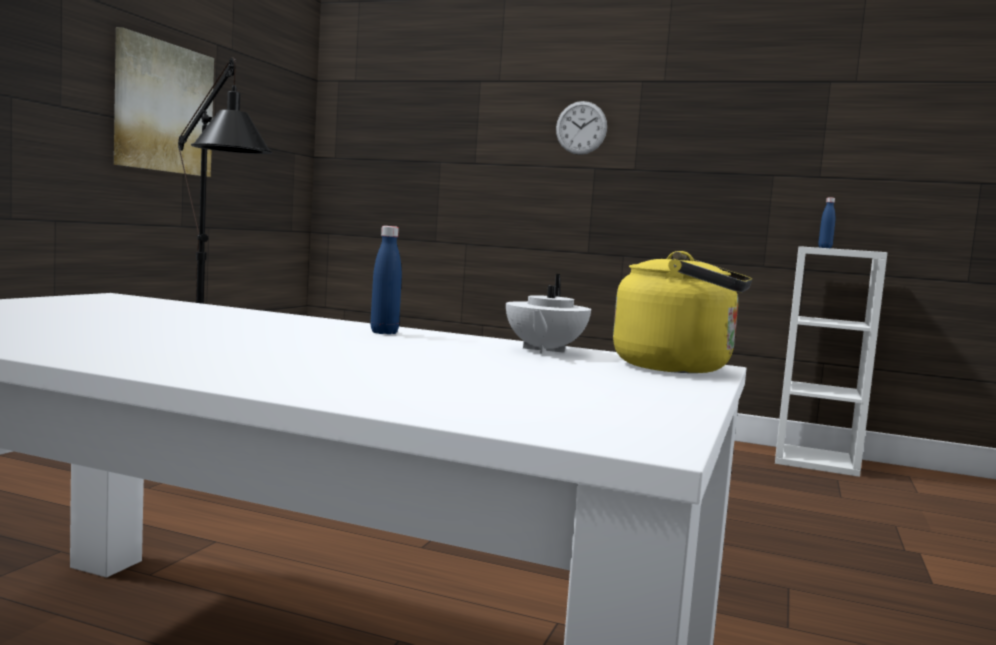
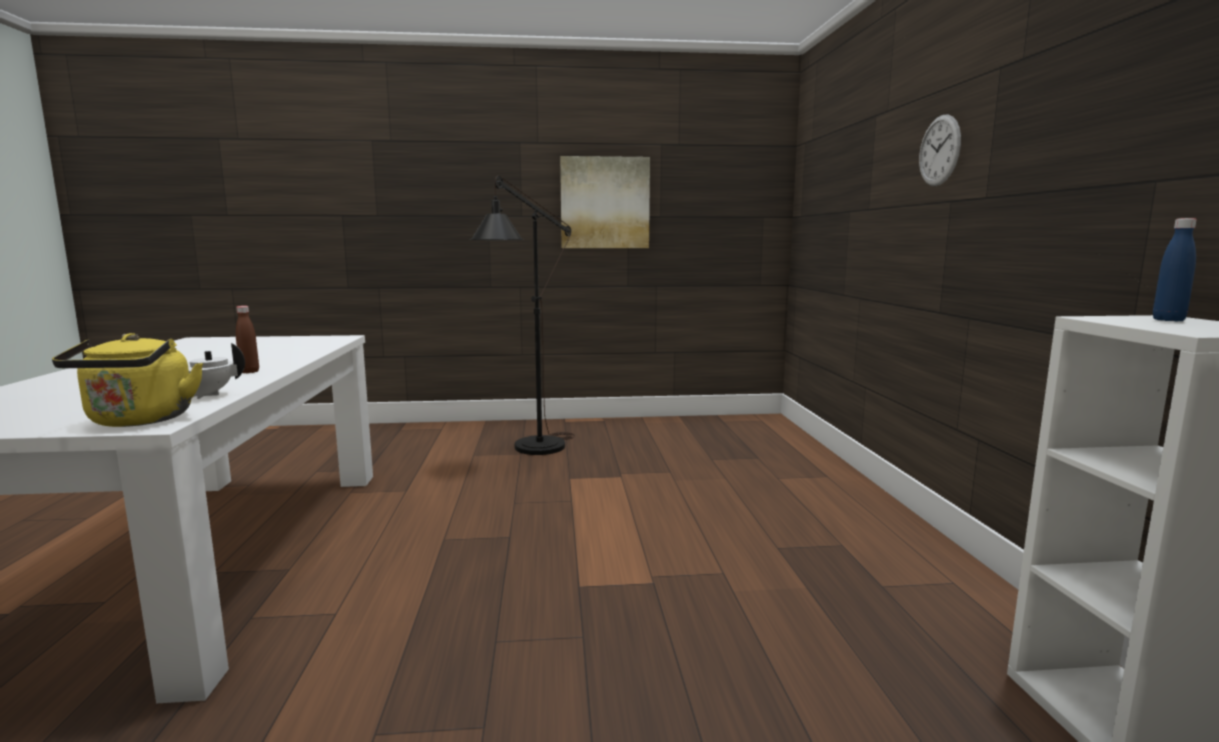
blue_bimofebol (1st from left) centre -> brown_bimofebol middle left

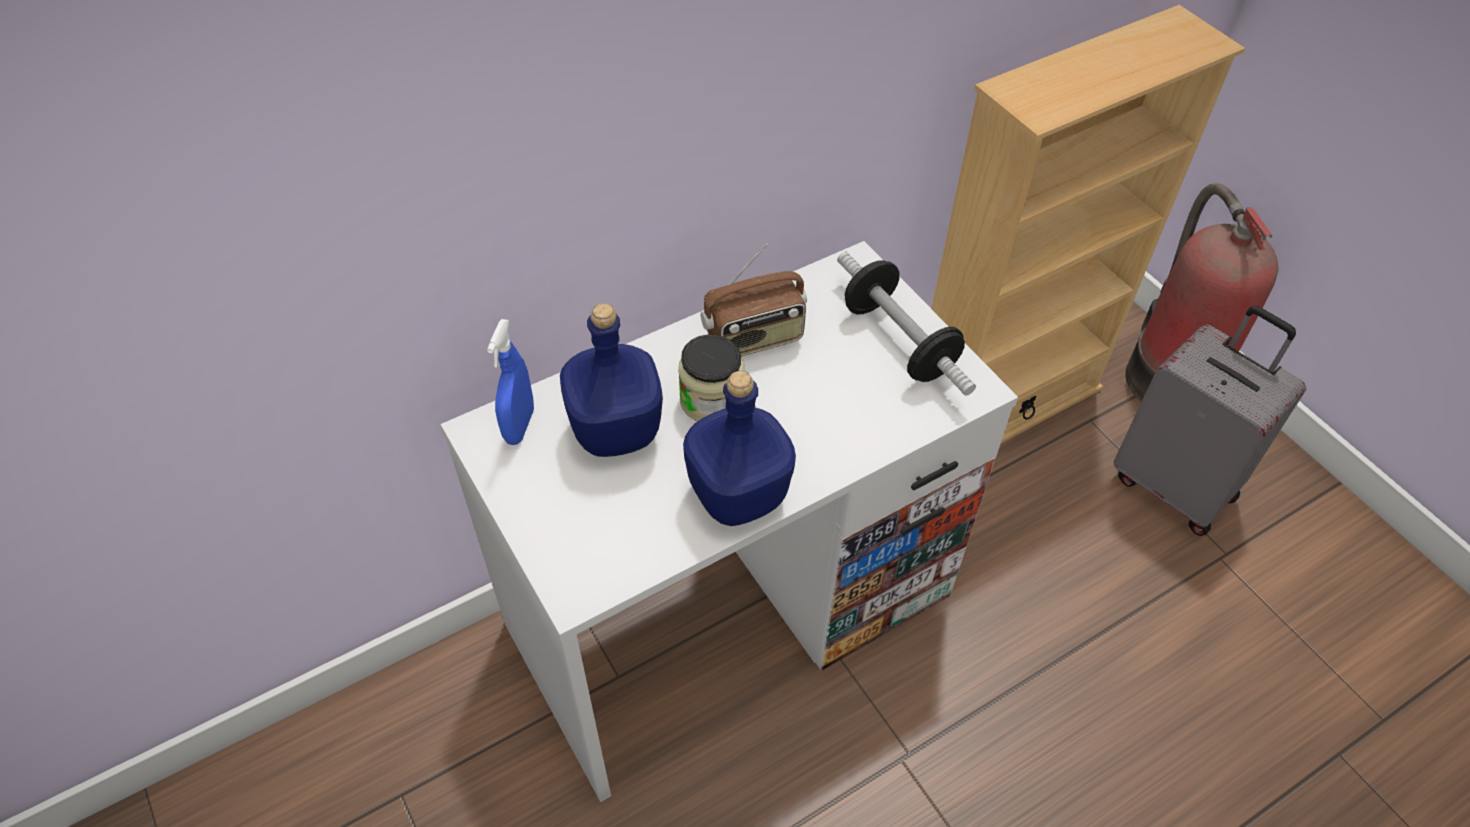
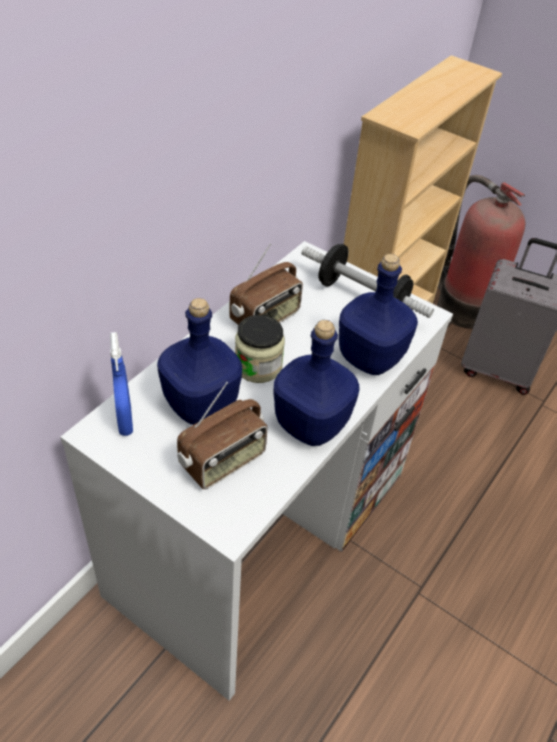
none -> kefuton (1st from left) centre
none -> blue_bimofebol (3rd from left) middle right

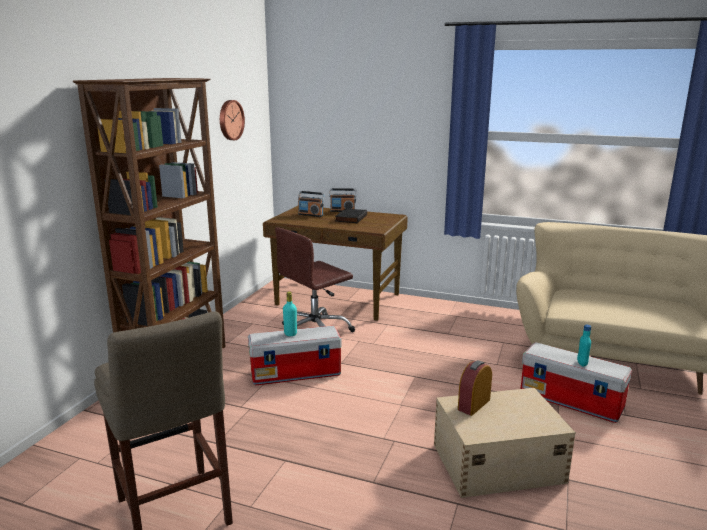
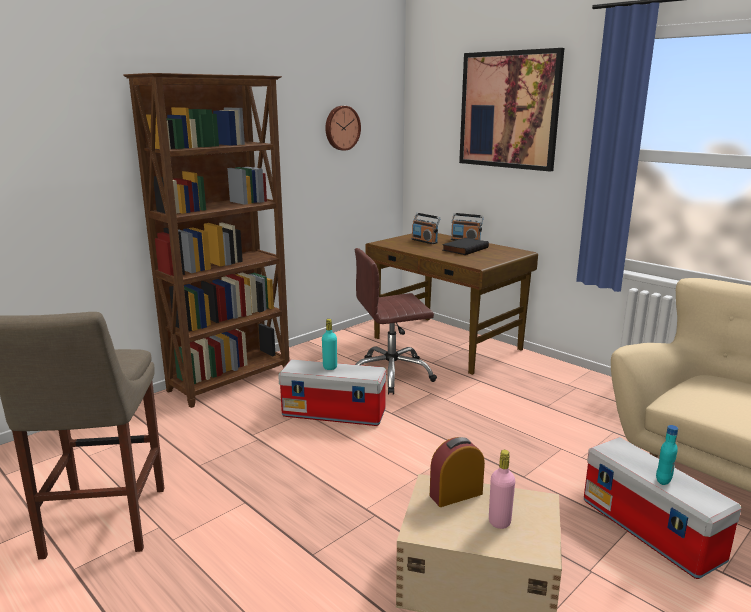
none -> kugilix top right
none -> pink_bimofebol bottom right

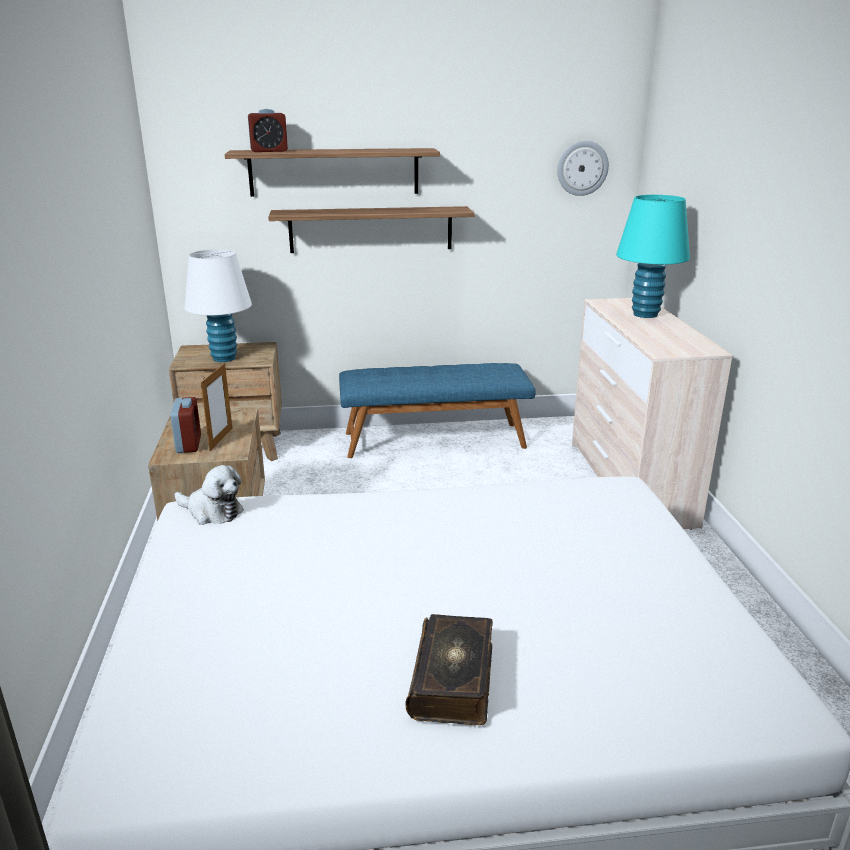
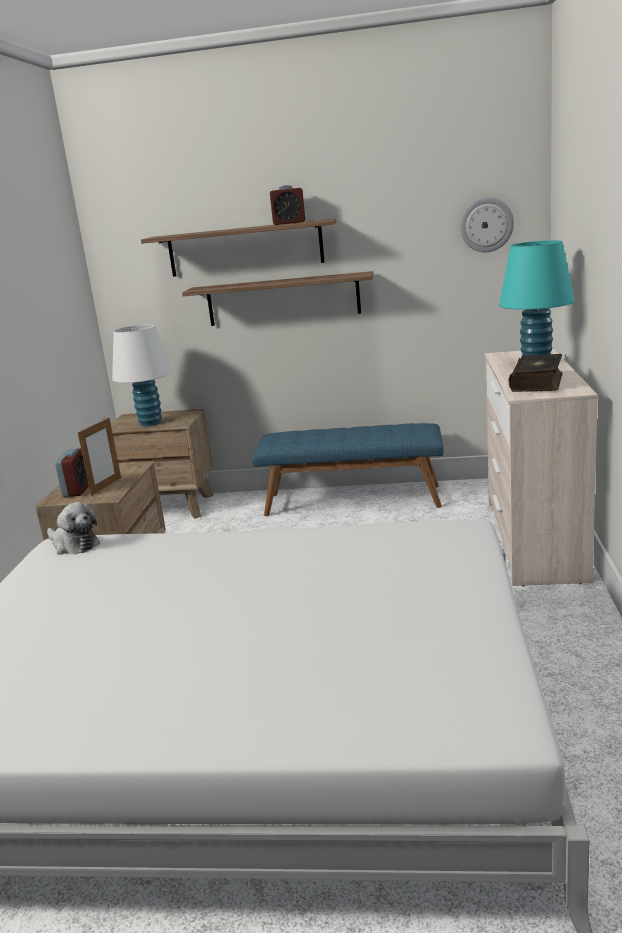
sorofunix (2nd from left) top left -> sorofunix (2nd from left) top centre, move
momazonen bottom centre -> momazonen middle right, move

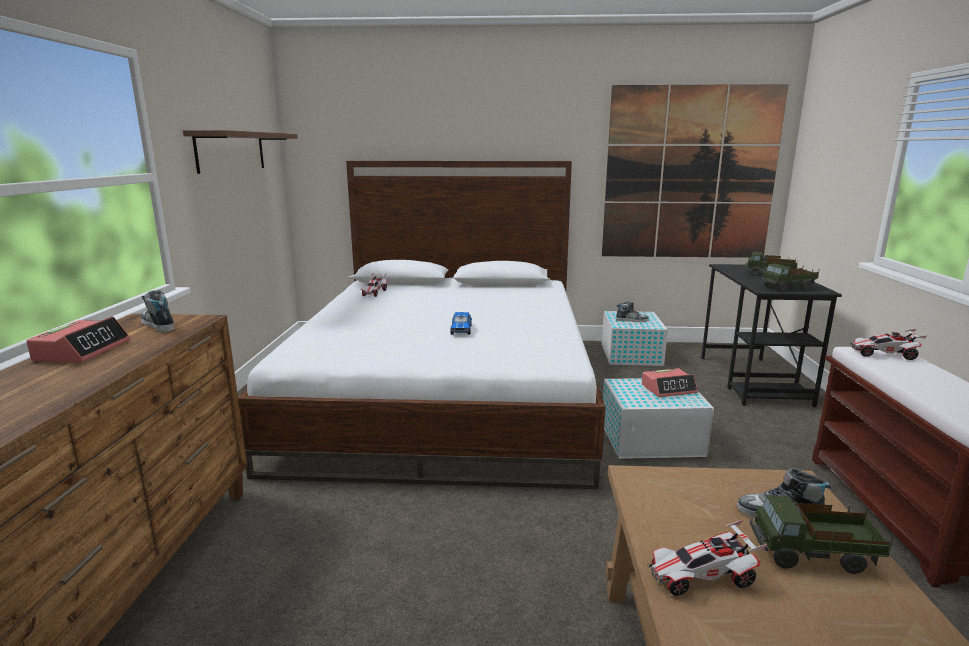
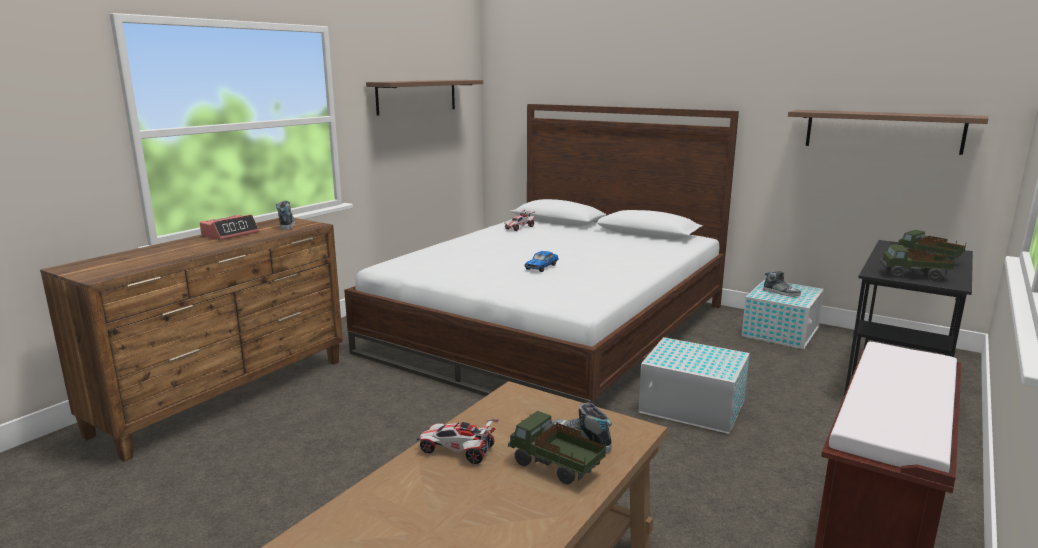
kugilix top right -> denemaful (2nd from left) top right
sorofunix (2nd from left) middle right -> none
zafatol (4th from left) middle right -> none

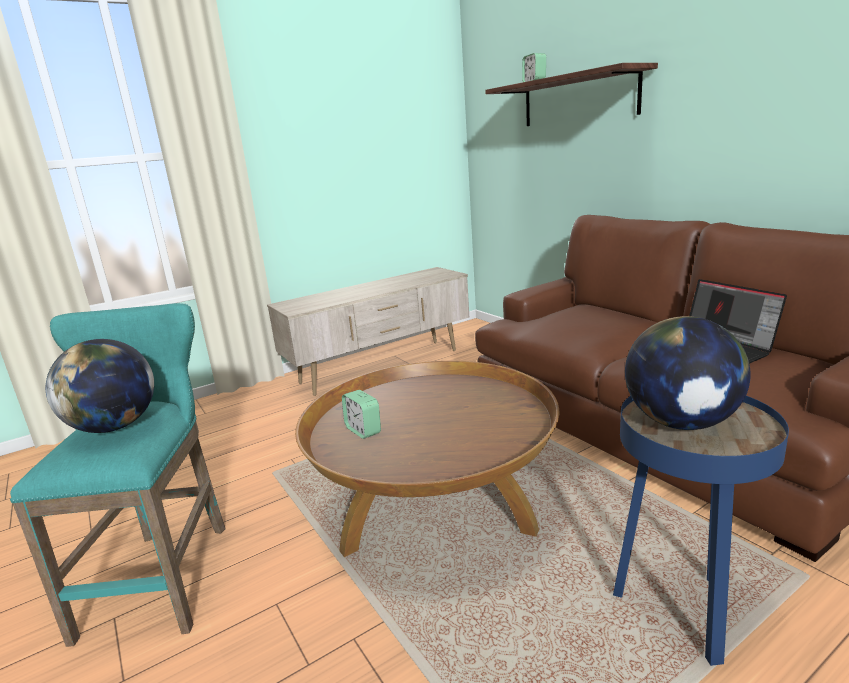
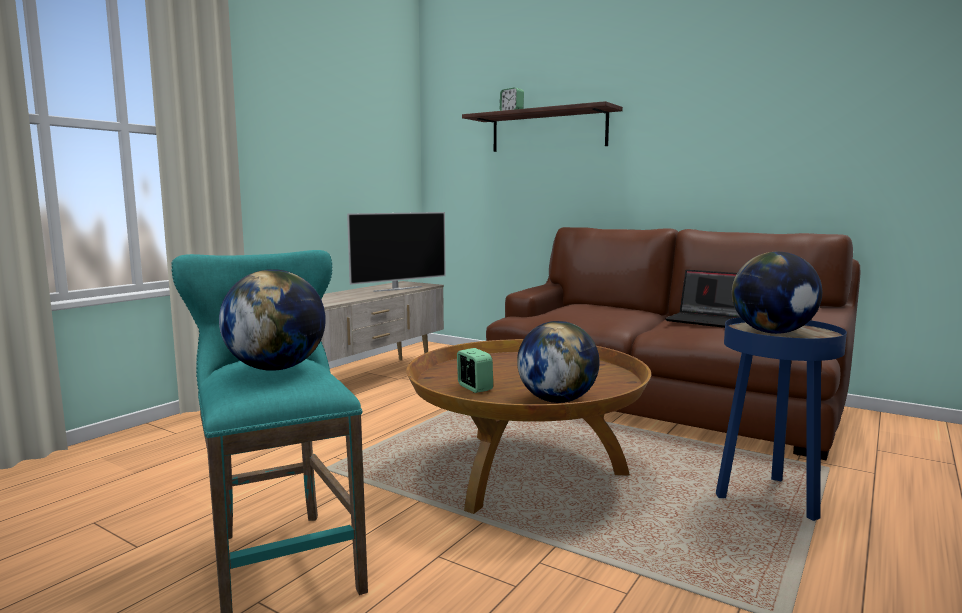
sorofunix (1st from left) centre, 150 degrees counterclockwise
none -> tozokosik centre
none -> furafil (2nd from left) centre

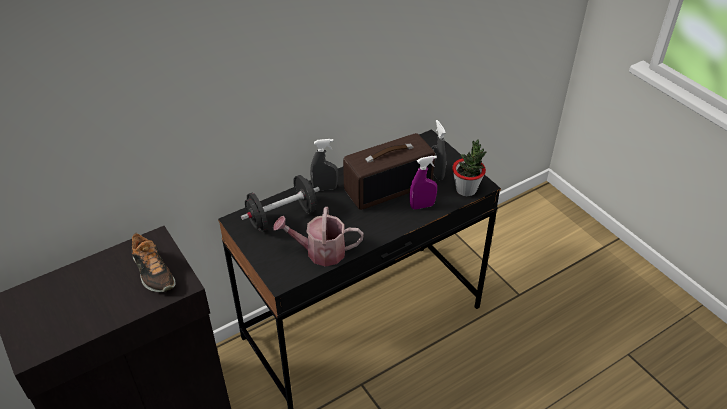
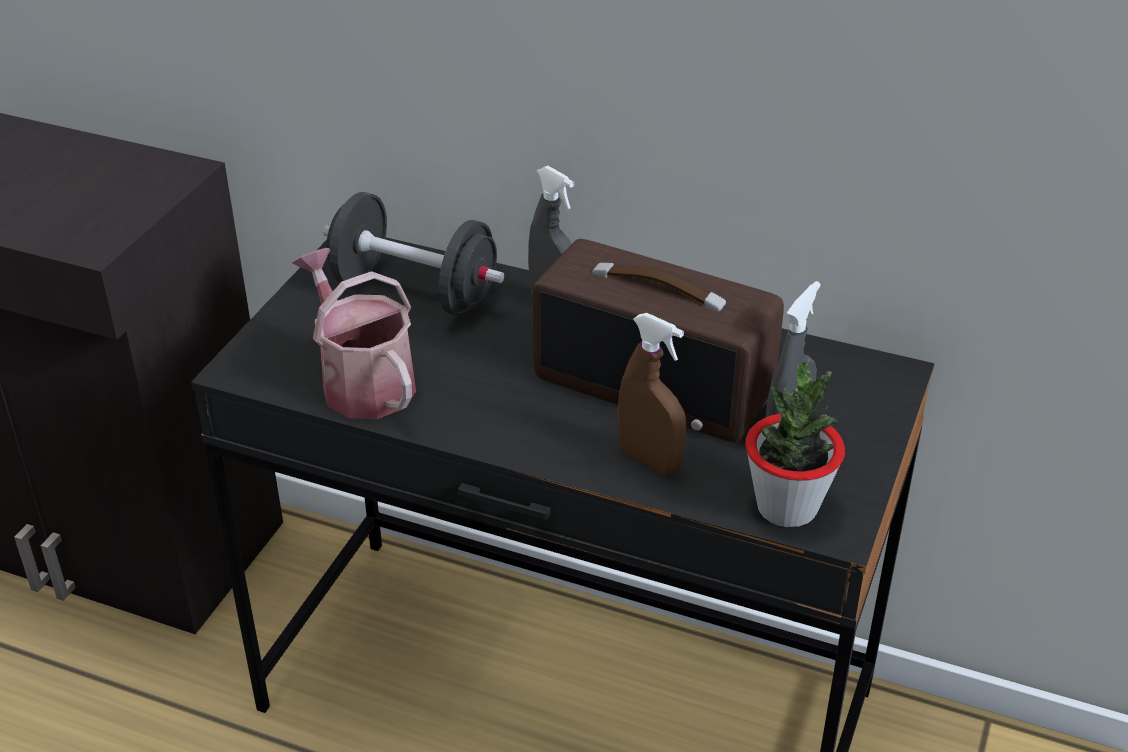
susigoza middle left -> none
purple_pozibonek centre -> brown_pozibonek centre

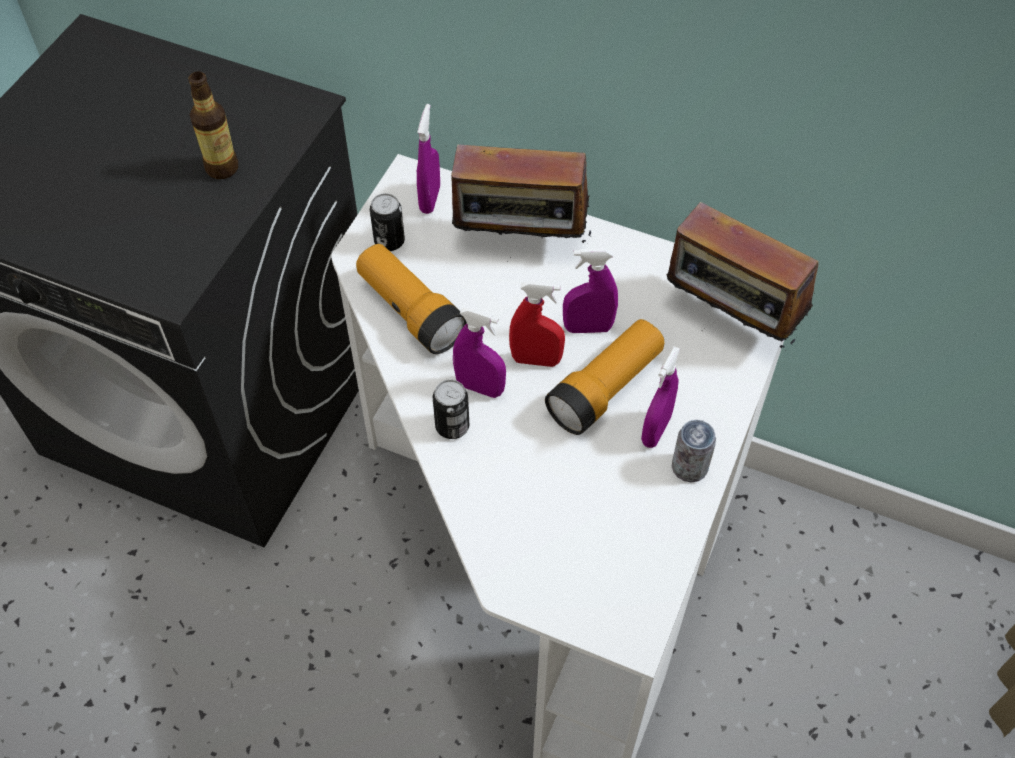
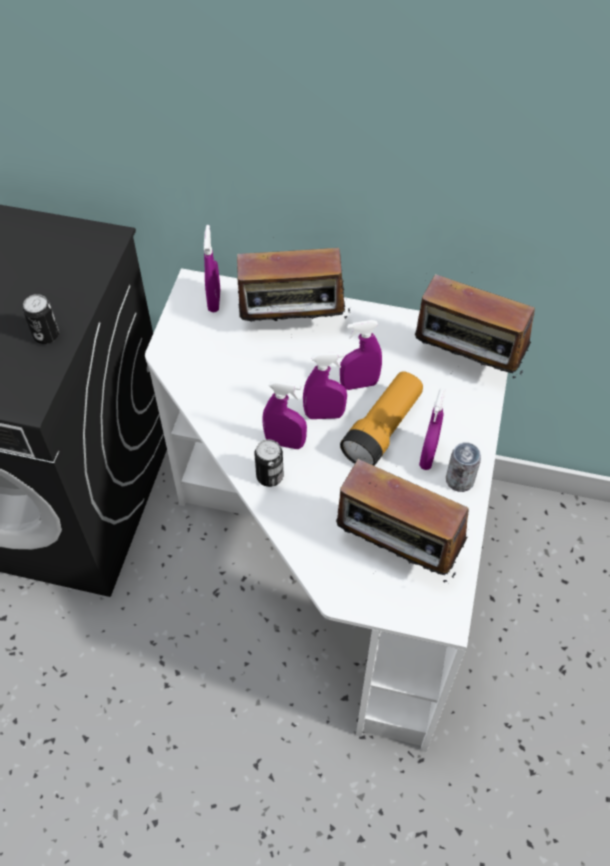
bimofebol top left -> none
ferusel (1st from left) centre -> none
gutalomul (1st from left) top centre -> gutalomul (1st from left) middle left, move
red_pozibonek centre -> purple_pozibonek (3rd from left) centre
none -> kefuton (2nd from left) centre

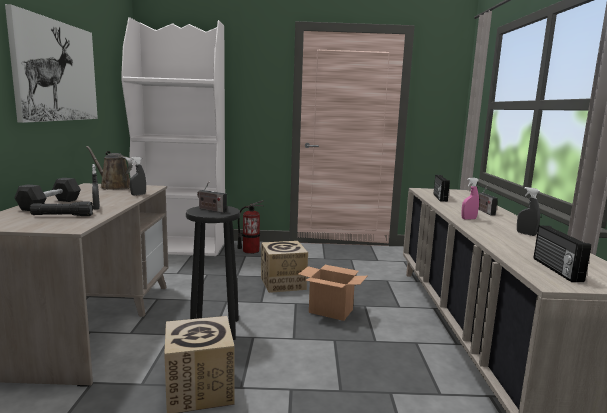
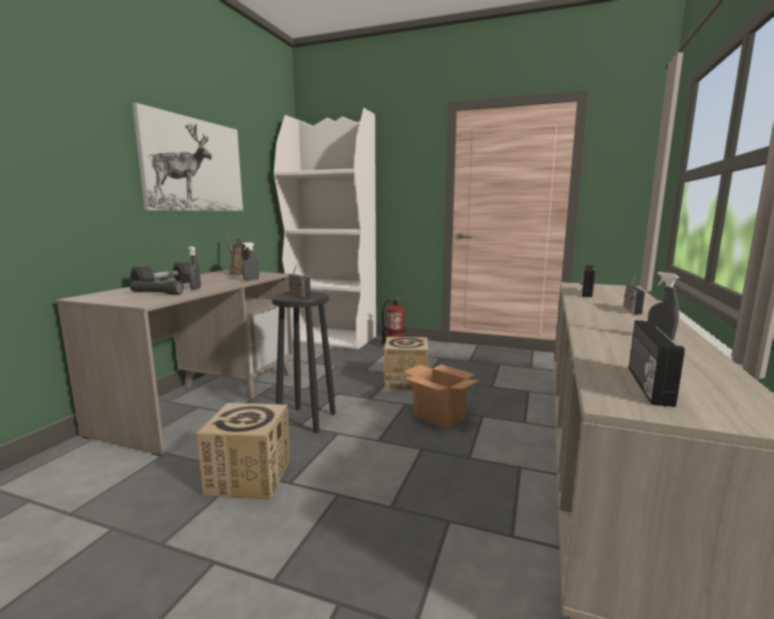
pink_pozibonek middle right -> none

